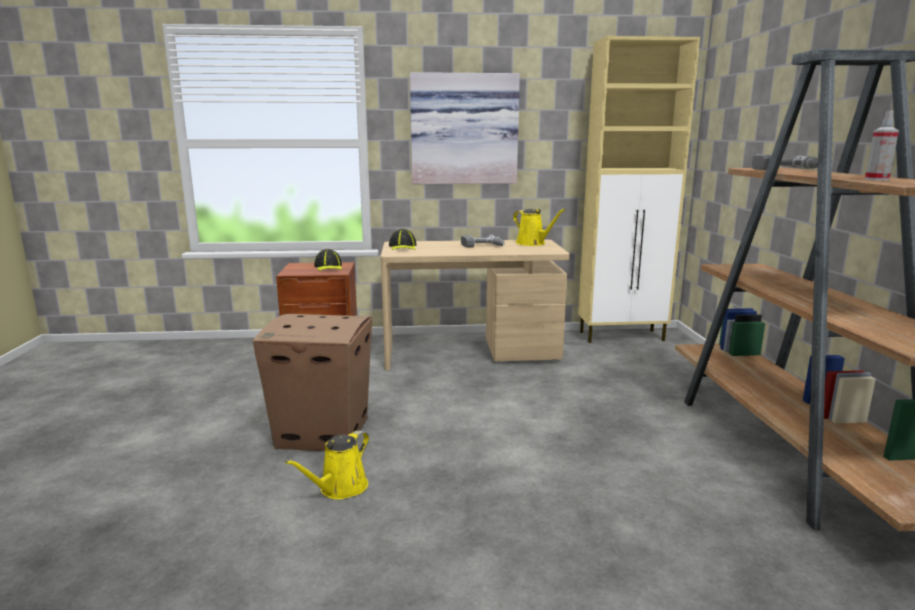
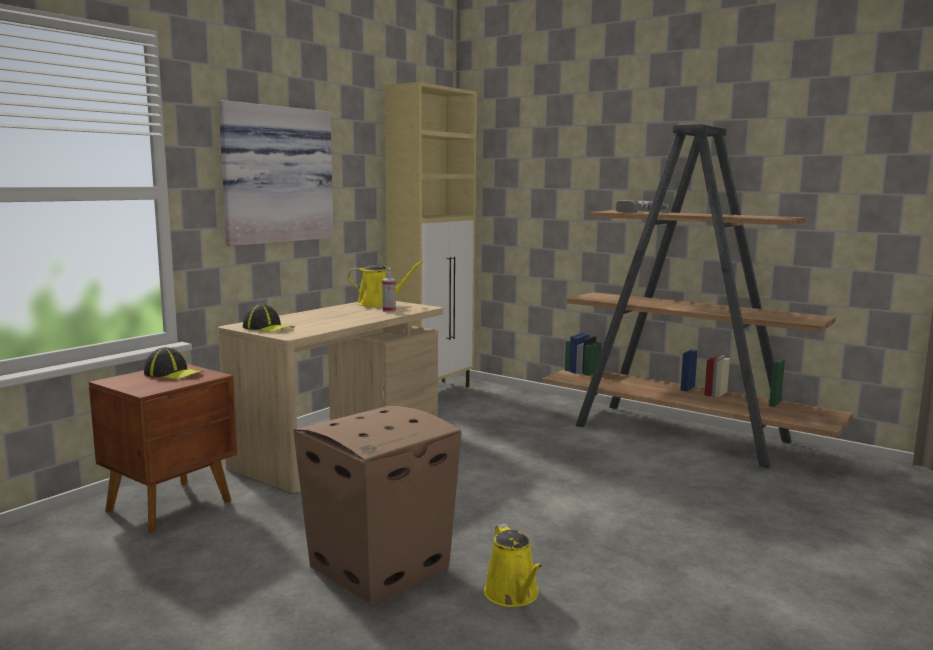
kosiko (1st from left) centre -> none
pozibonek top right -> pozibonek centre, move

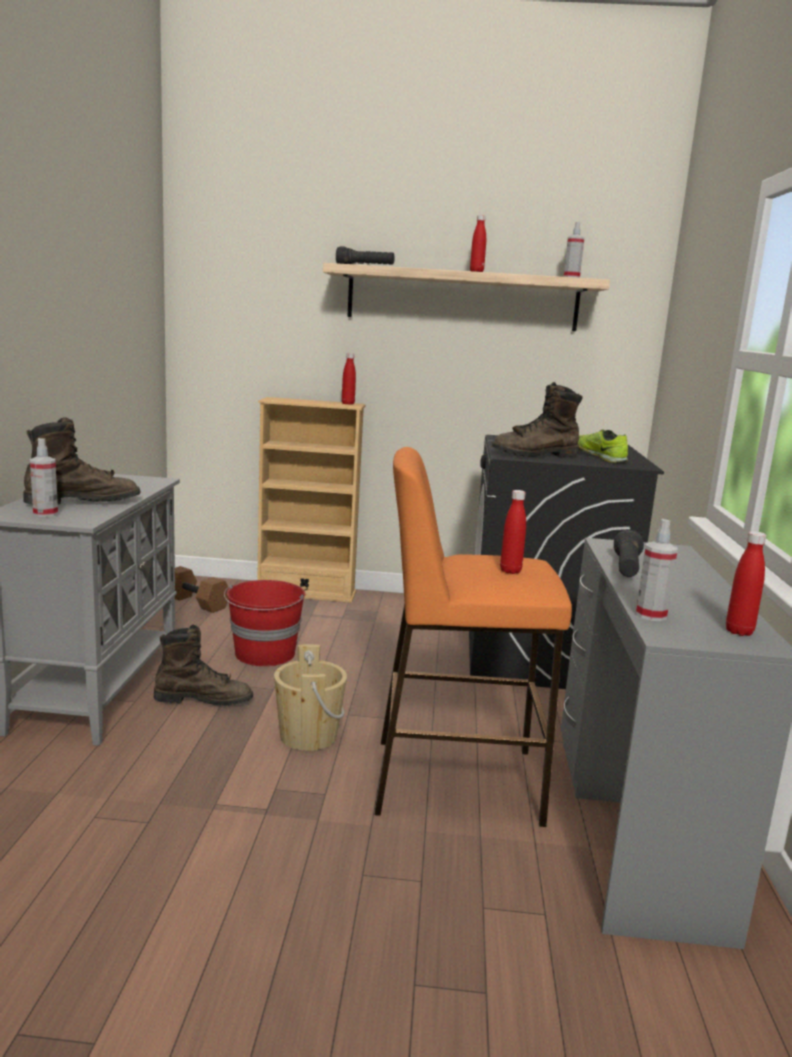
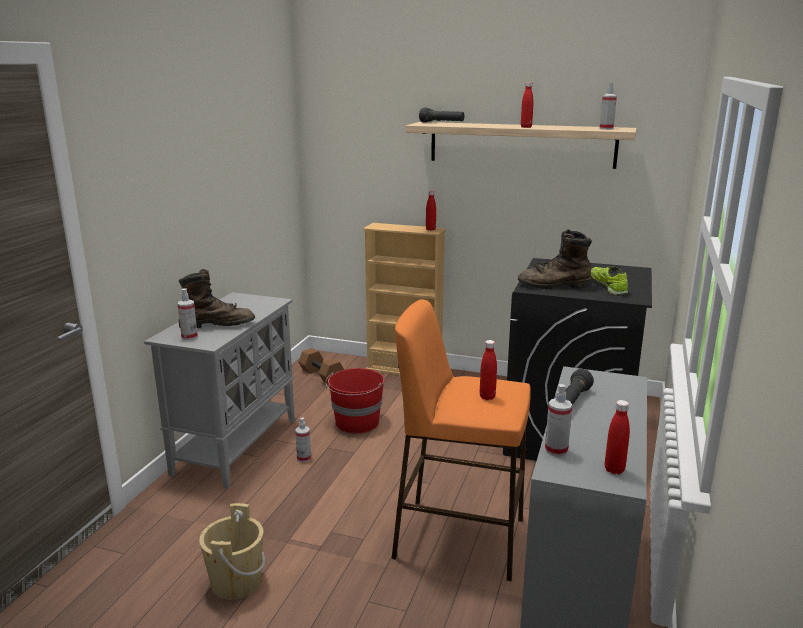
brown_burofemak (2nd from left) middle left -> pozibonek (2nd from left) bottom centre
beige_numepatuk centre -> beige_numepatuk bottom left, move

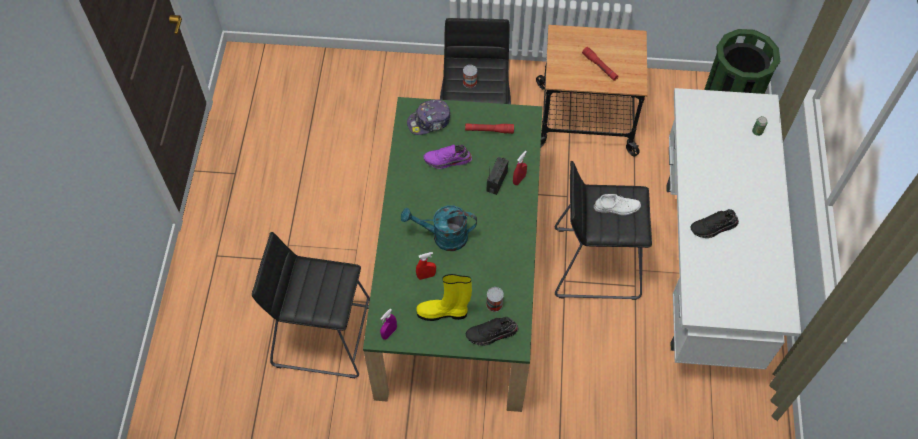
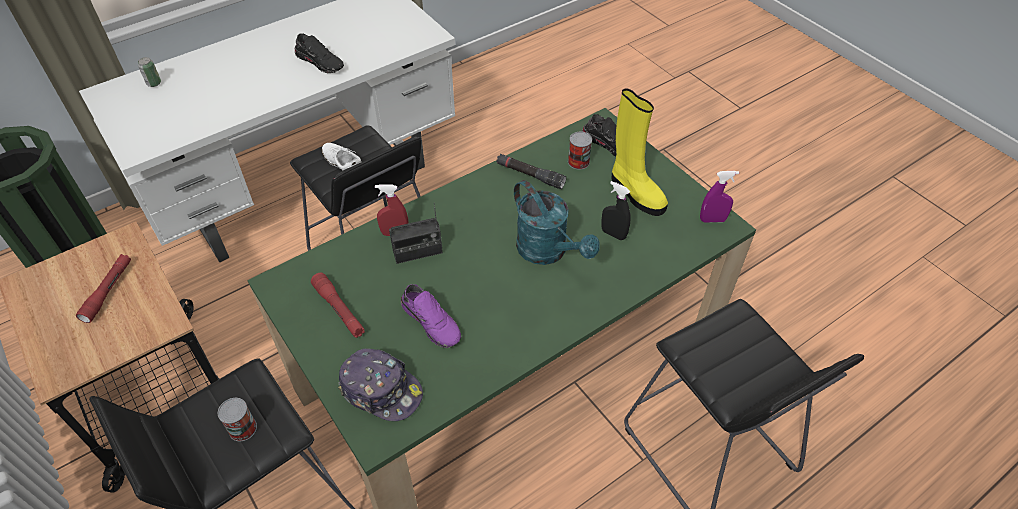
red_pozibonek (1st from left) centre -> black_pozibonek centre
none -> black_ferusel centre

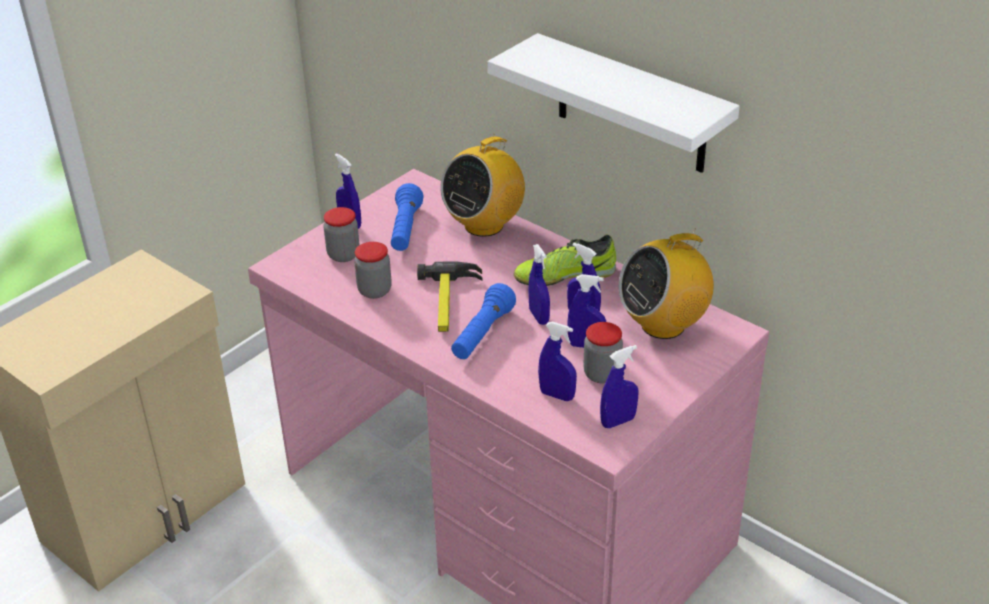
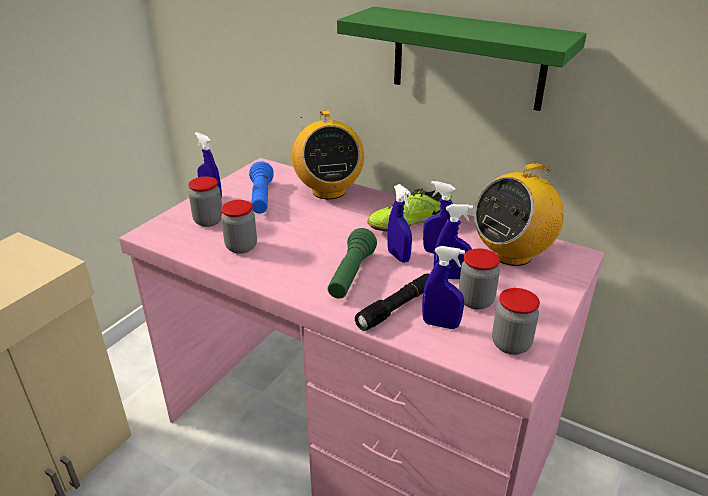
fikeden centre -> none
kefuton (1st from left) top centre, 45 degrees counterclockwise
blue_ferusel (2nd from left) centre -> green_ferusel centre
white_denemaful top centre -> green_denemaful top centre
blue_pozibonek (6th from left) centre -> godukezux (4th from left) middle right
none -> black_ferusel centre

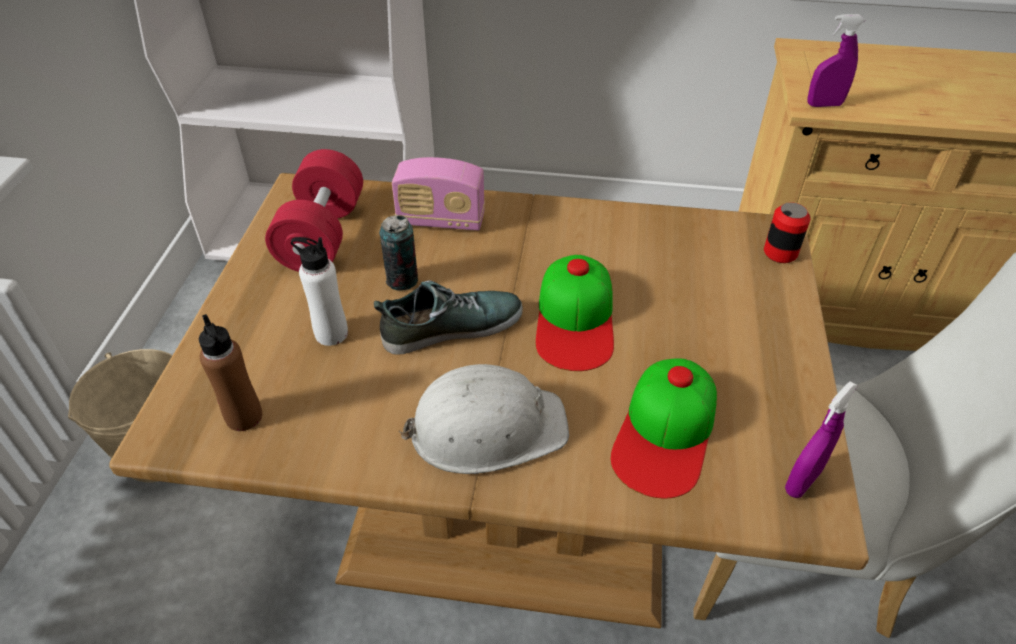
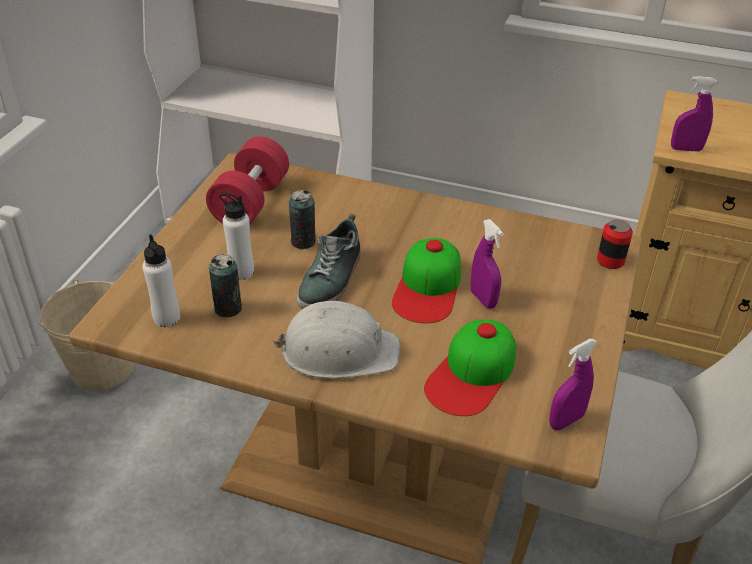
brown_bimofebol middle left -> white_bimofebol (1st from left) middle left
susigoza centre, 120 degrees clockwise
kefuton top centre -> none
none -> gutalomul (1st from left) middle left
none -> purple_pozibonek (1st from left) centre

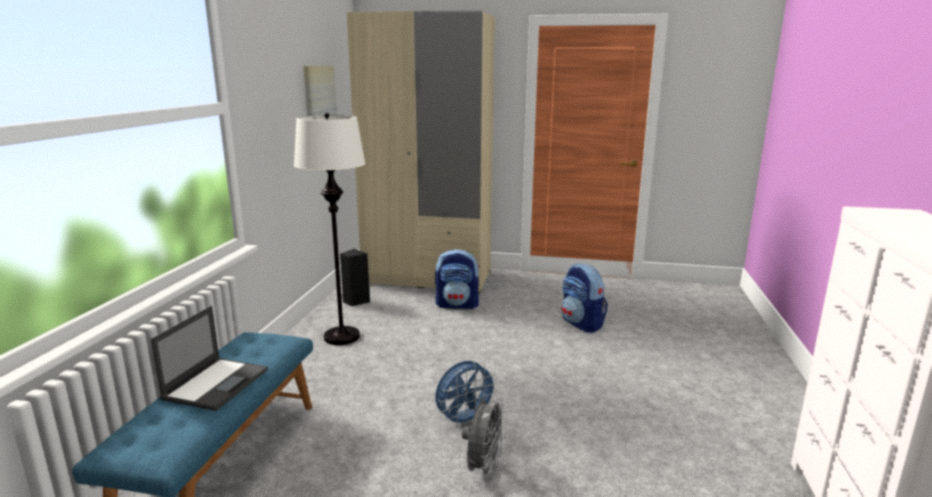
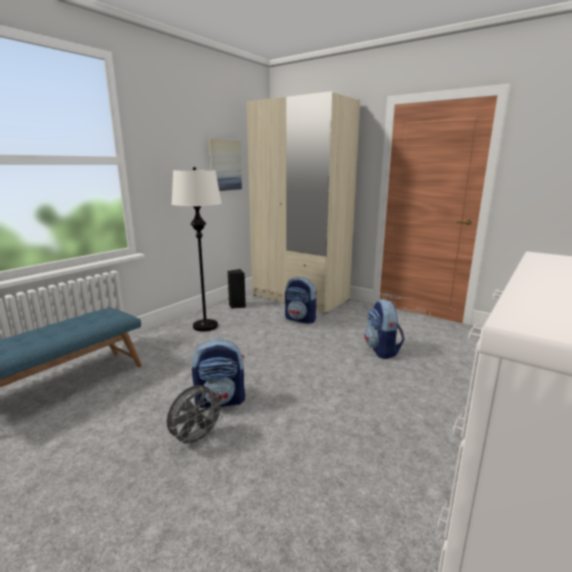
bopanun bottom left -> none
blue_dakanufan bottom centre -> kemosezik (1st from left) centre

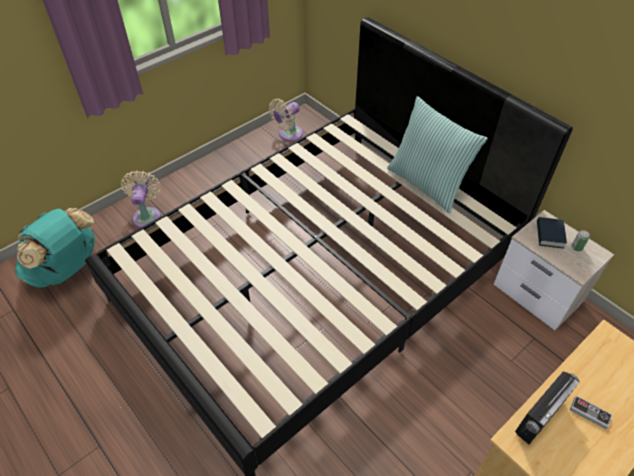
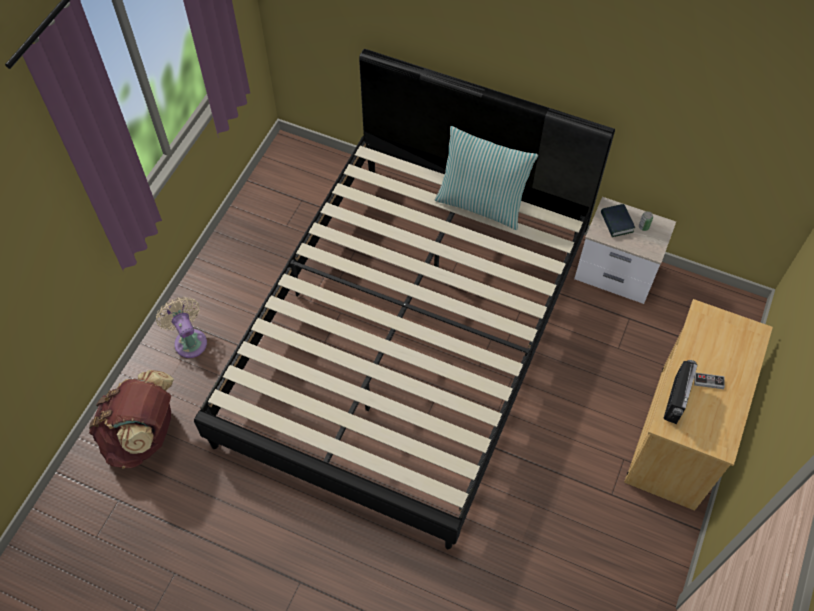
turquoise_kemosezik middle left -> brown_kemosezik bottom left
beige_dakanufan (2nd from left) top centre -> none

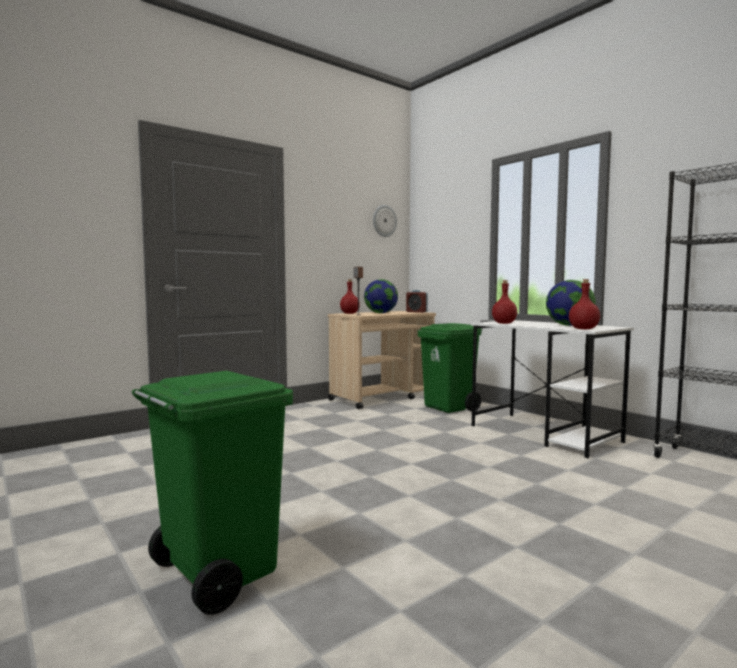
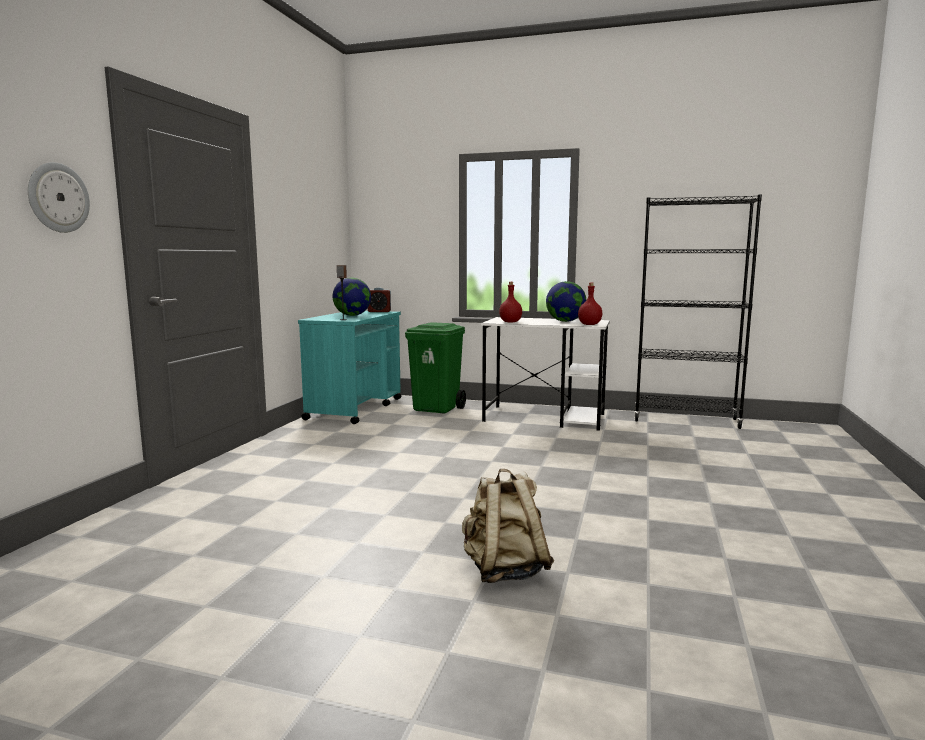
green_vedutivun (1st from left) bottom left -> beige_kemosezik bottom centre
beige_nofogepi centre -> turquoise_nofogepi centre
red_bimofebol (1st from left) centre -> none
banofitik top centre -> banofitik top left, move

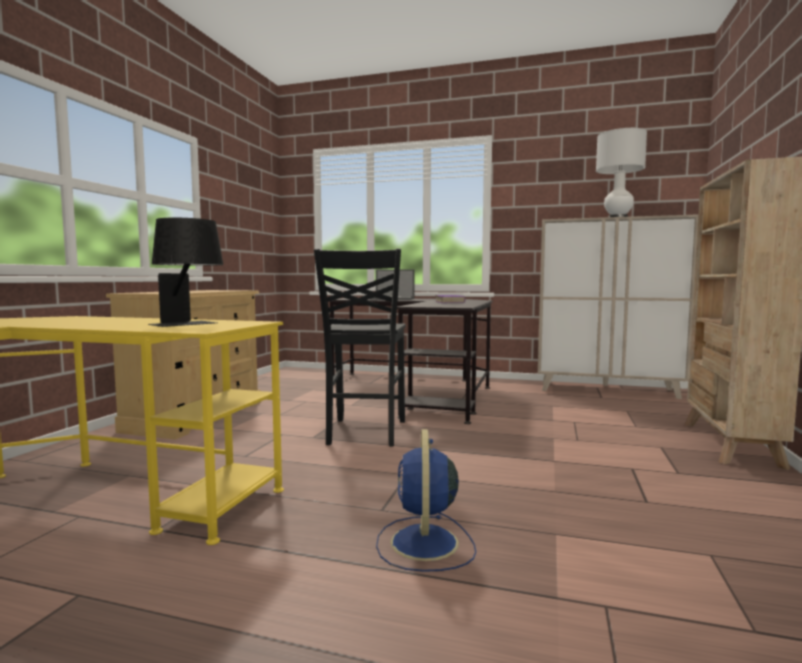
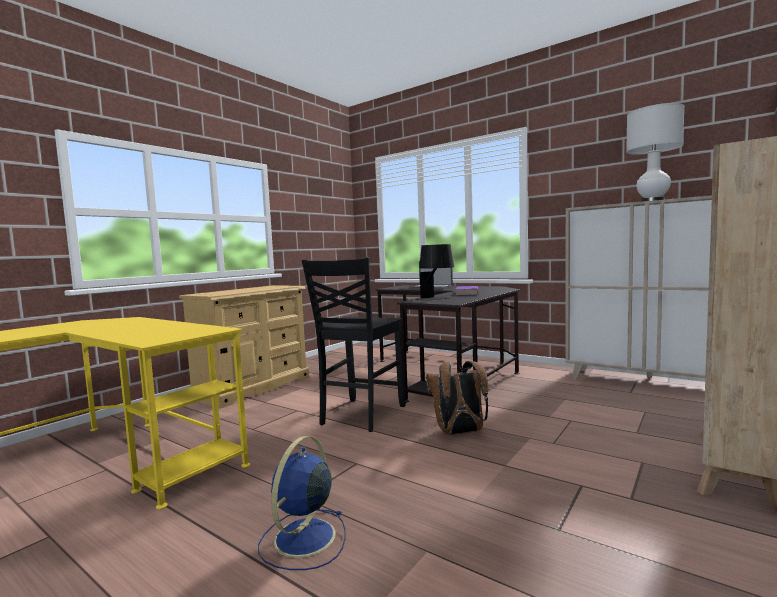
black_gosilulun middle left -> black_gosilulun centre, move
none -> brown_kemosezik bottom centre

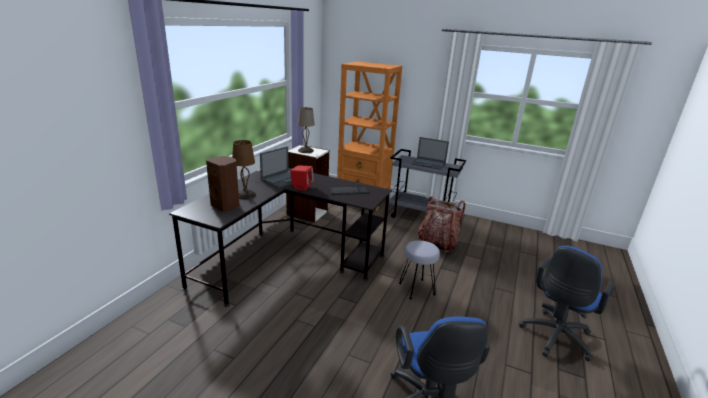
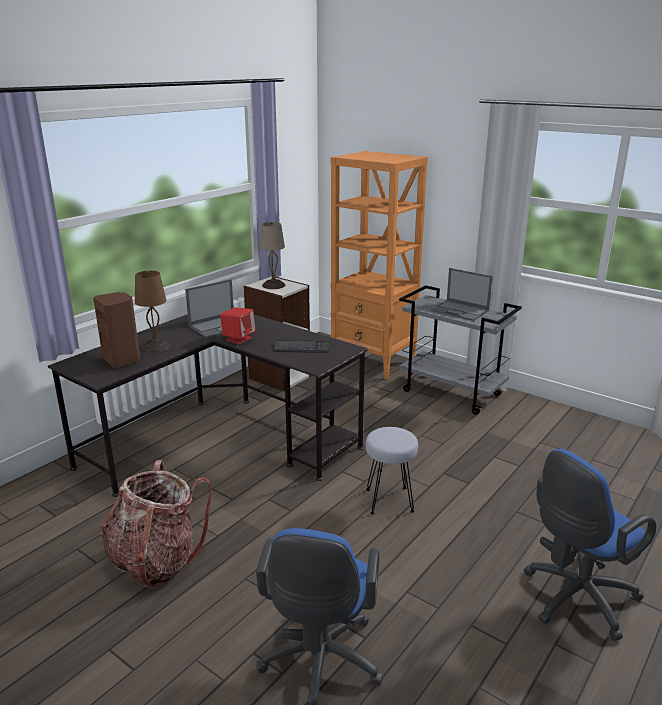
kemosezik centre -> kemosezik bottom left, move

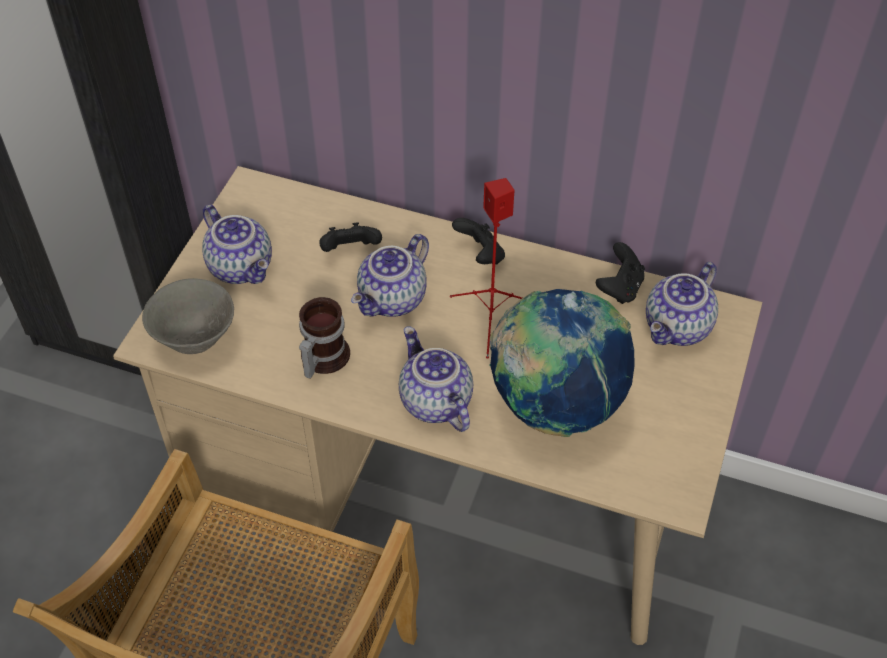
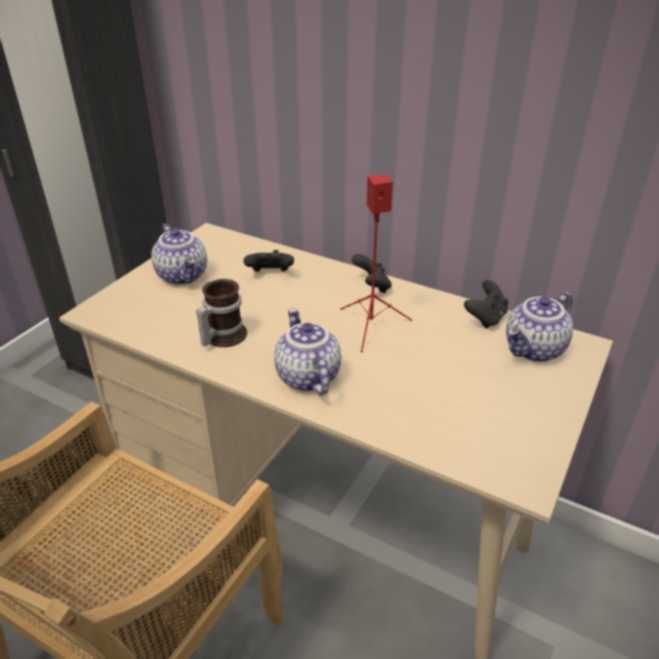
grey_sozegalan middle left -> none
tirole (2nd from left) centre -> none
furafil centre -> none

